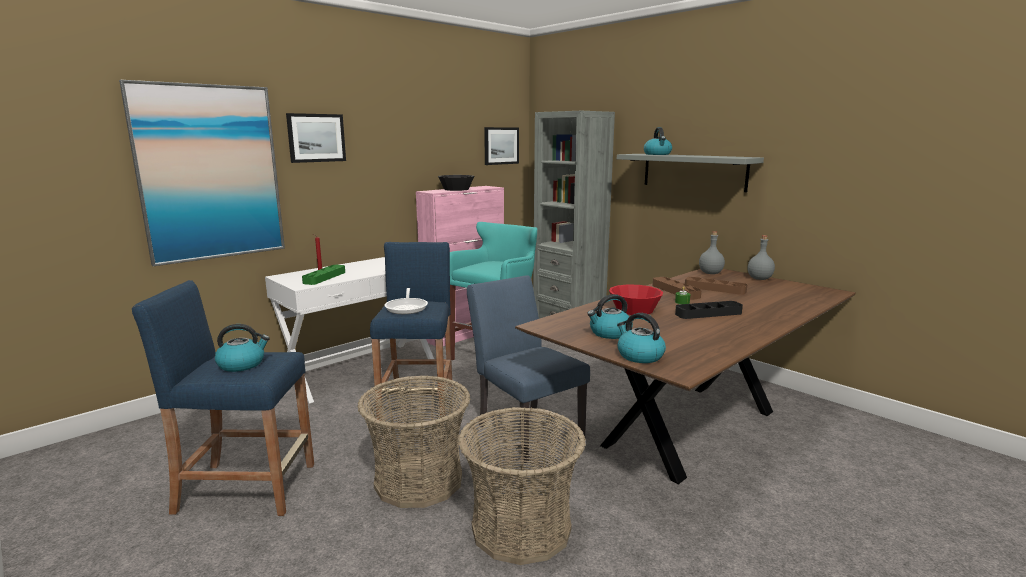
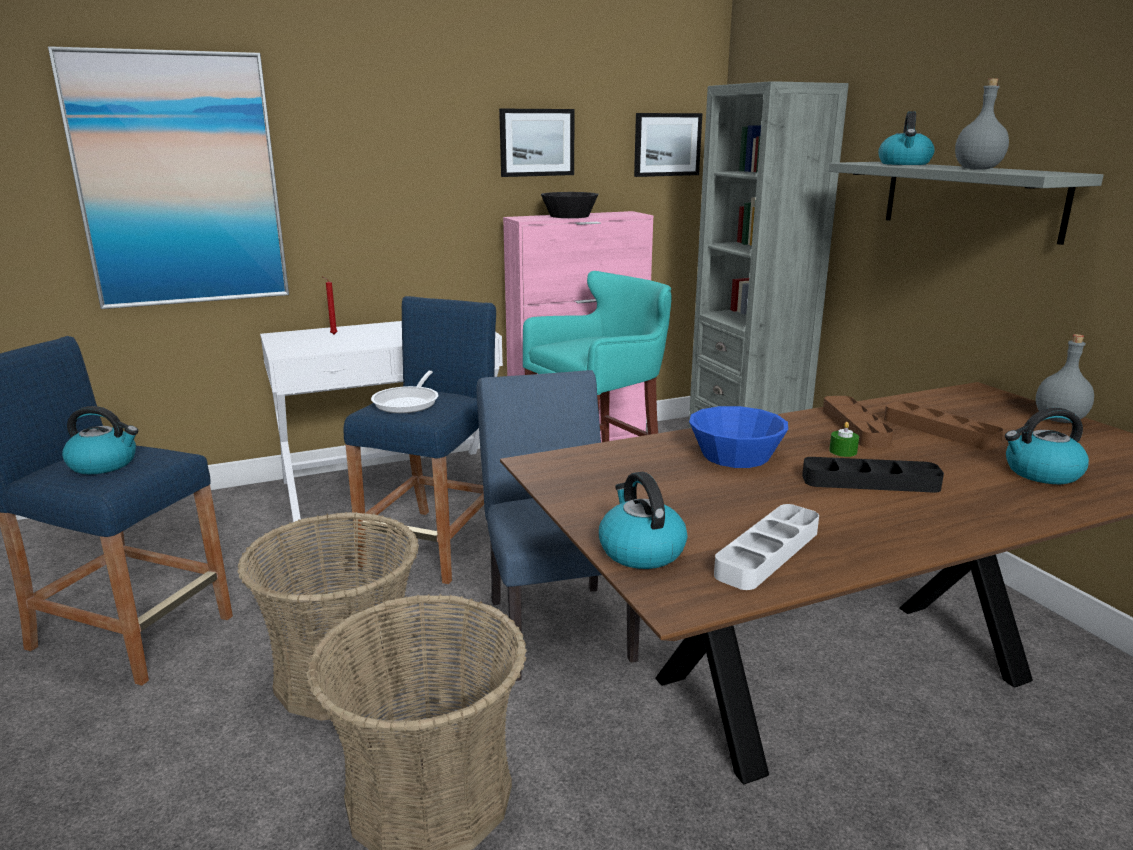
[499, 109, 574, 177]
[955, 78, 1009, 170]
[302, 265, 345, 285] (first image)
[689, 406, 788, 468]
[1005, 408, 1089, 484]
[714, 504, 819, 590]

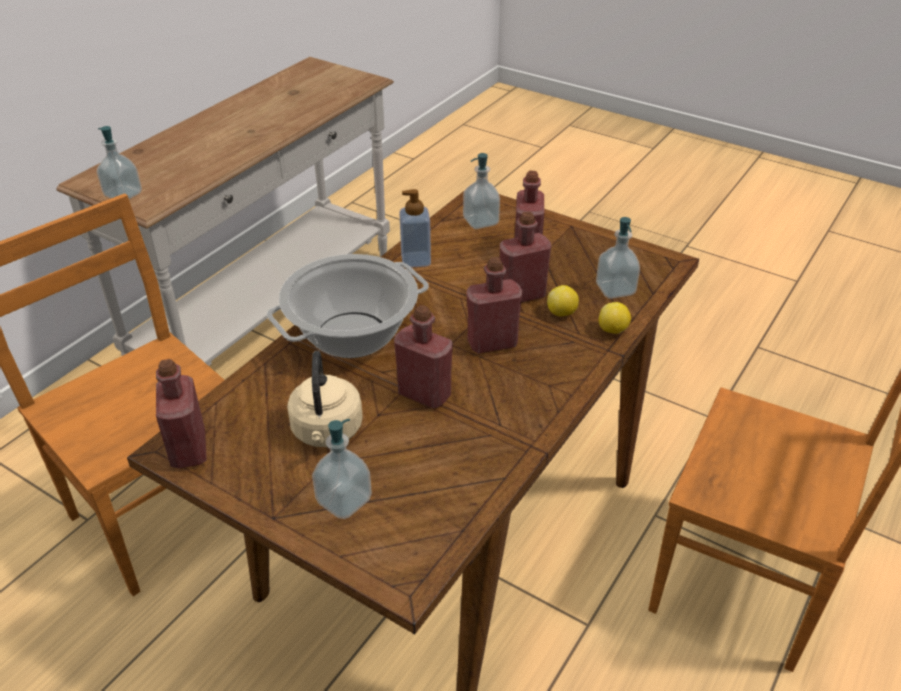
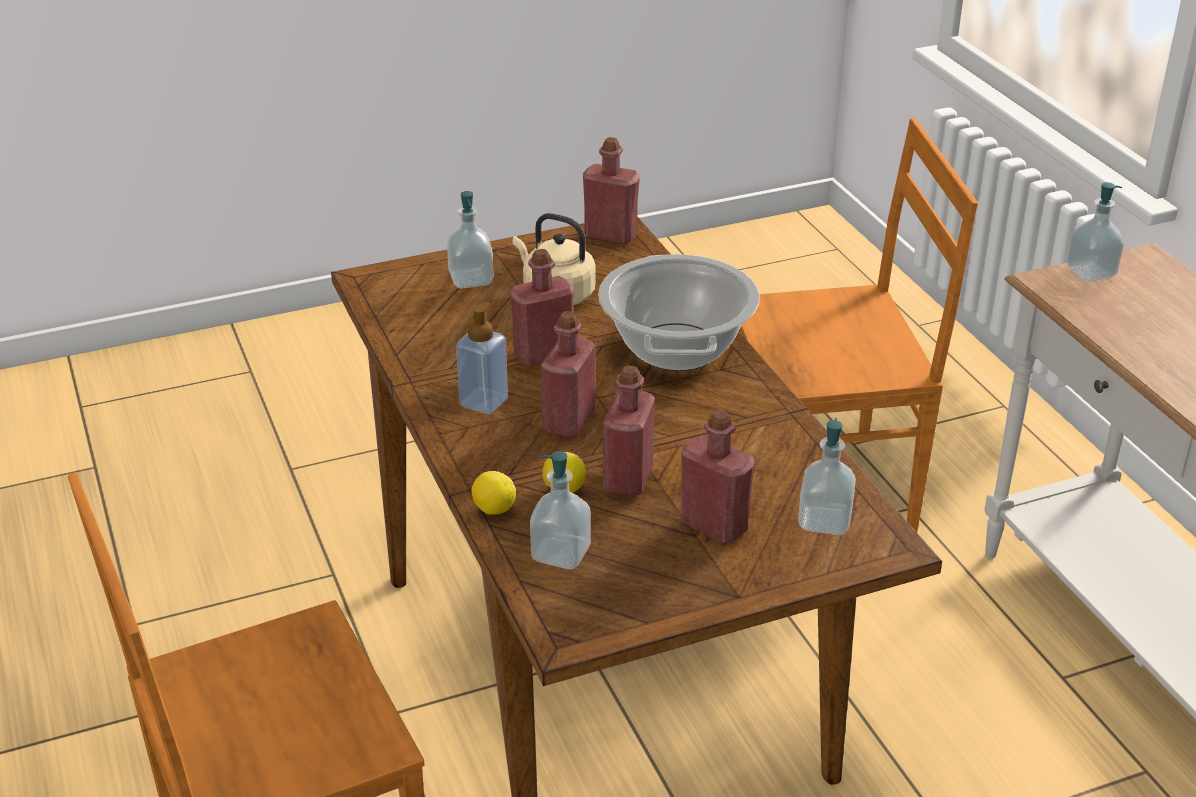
[456, 302, 508, 414]

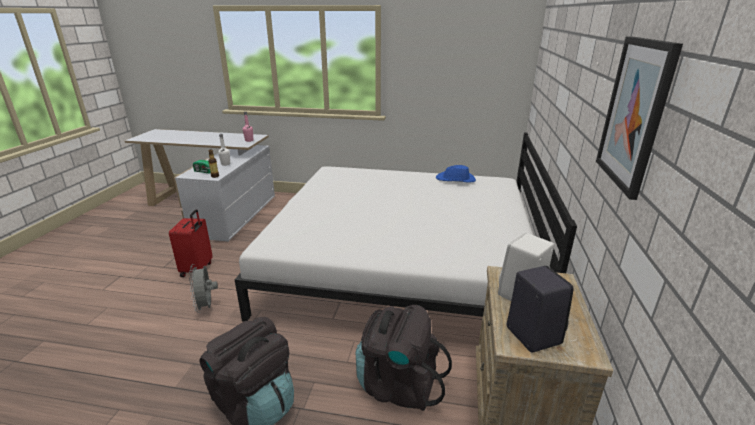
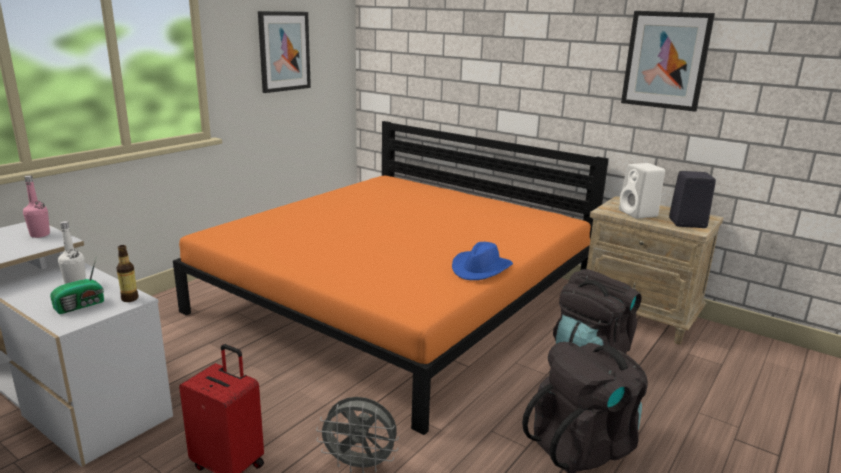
[173, 121, 609, 435]
[452, 242, 513, 280]
[258, 11, 311, 93]

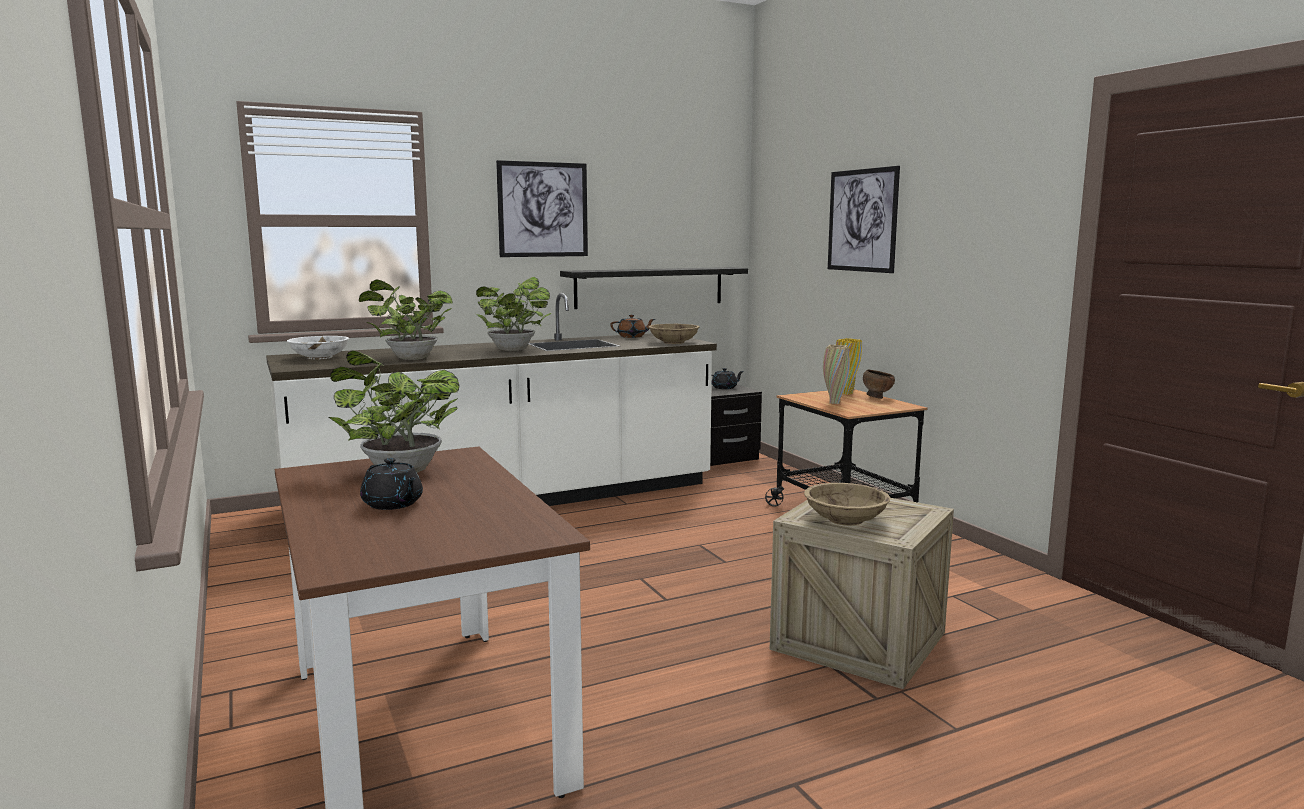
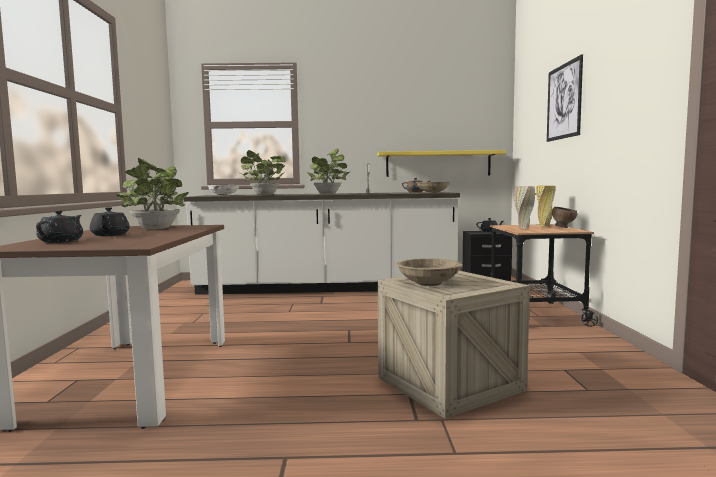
[496, 160, 588, 257] (first image)
[377, 150, 506, 177]
[36, 210, 83, 243]

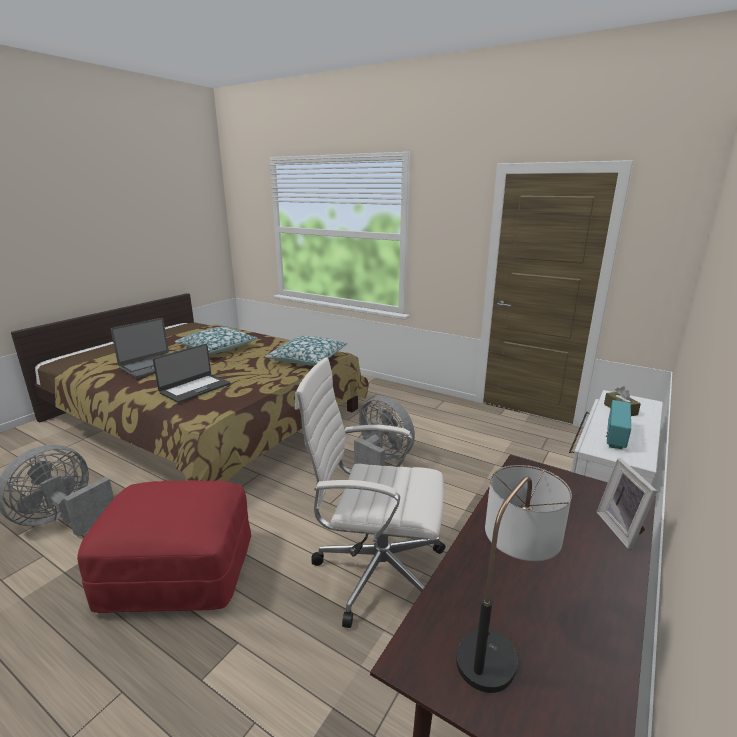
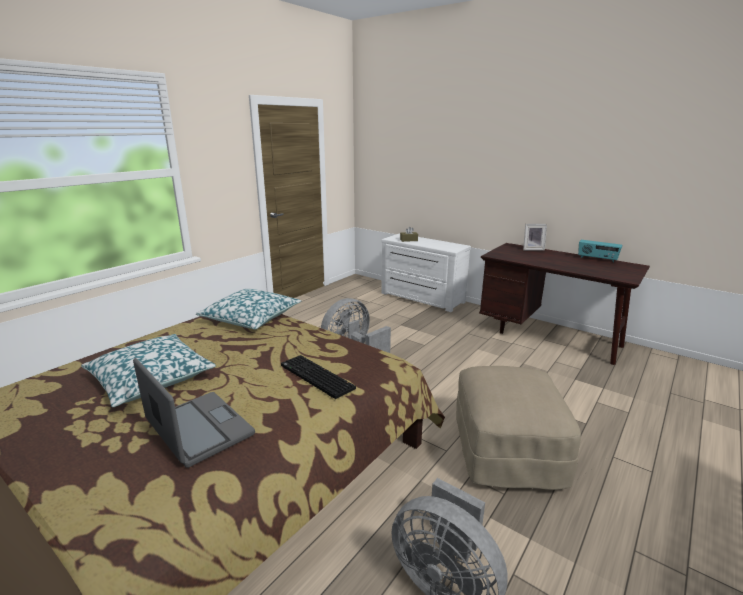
[281, 355, 356, 399]
[295, 357, 445, 628] (first image)
[578, 240, 623, 262]
[456, 465, 572, 693] (first image)
[456, 366, 581, 490]

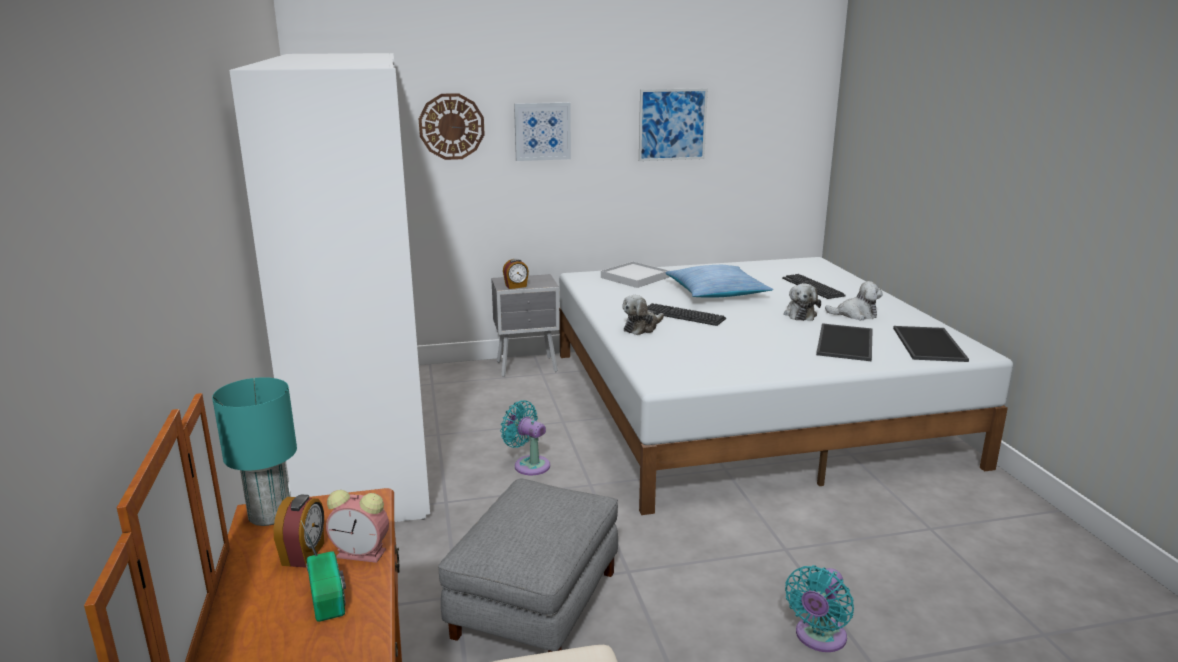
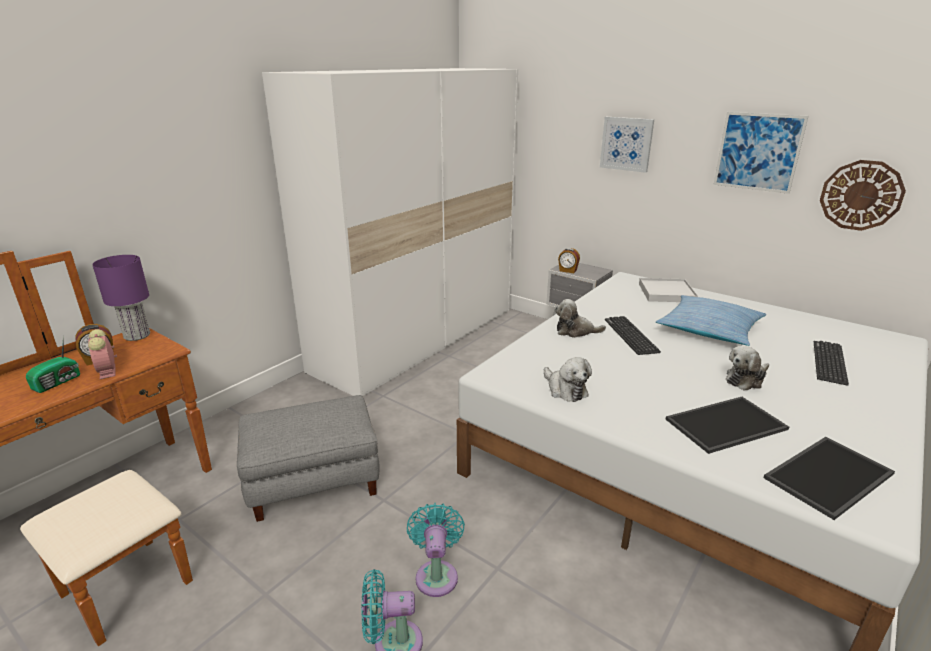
[820, 160, 906, 231]
[544, 357, 592, 402]
[92, 255, 150, 341]
[407, 503, 465, 597]

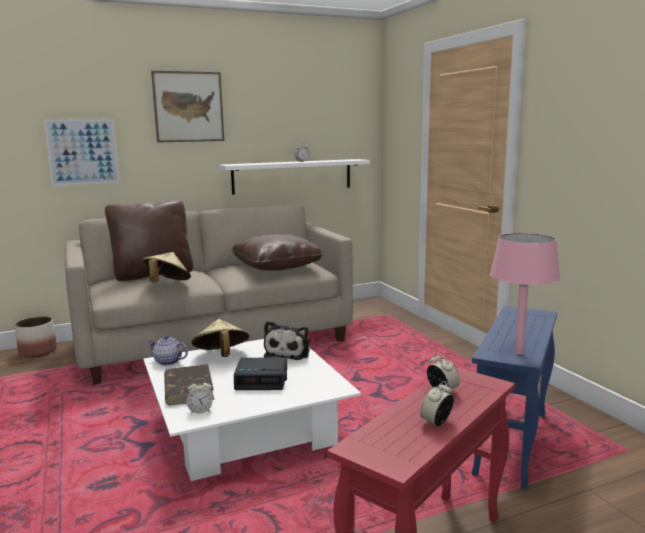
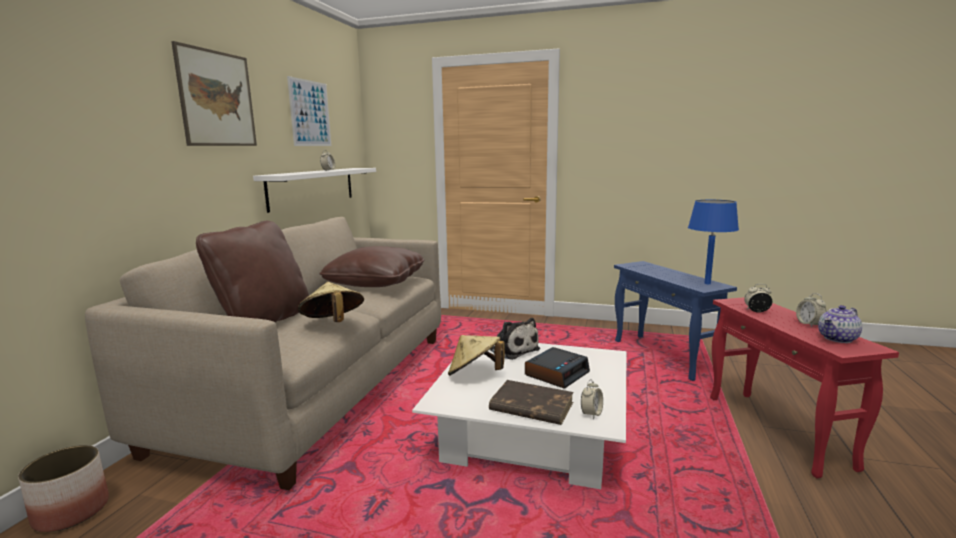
[287, 76, 331, 146]
[688, 200, 739, 284]
[818, 305, 862, 343]

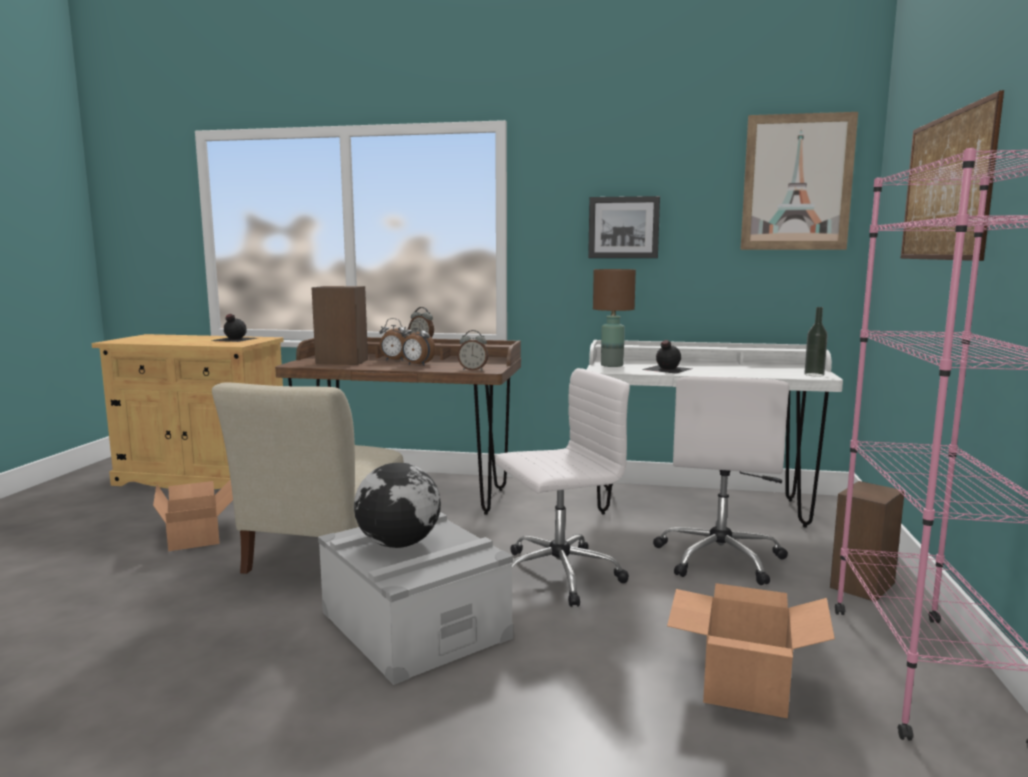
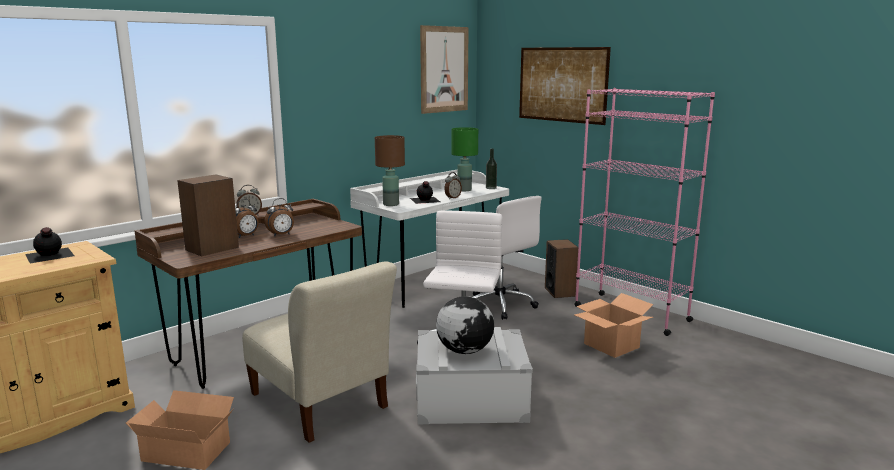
[588, 196, 660, 258] (first image)
[444, 172, 462, 199]
[452, 127, 478, 191]

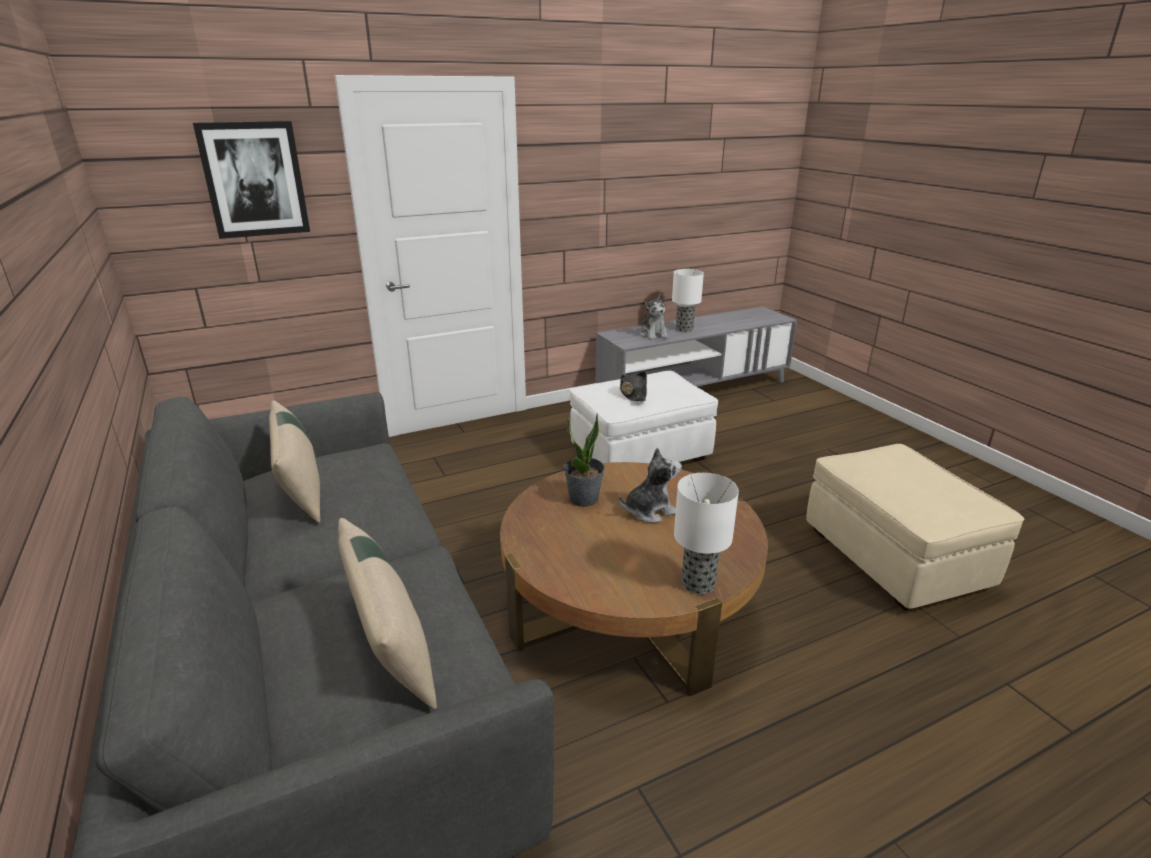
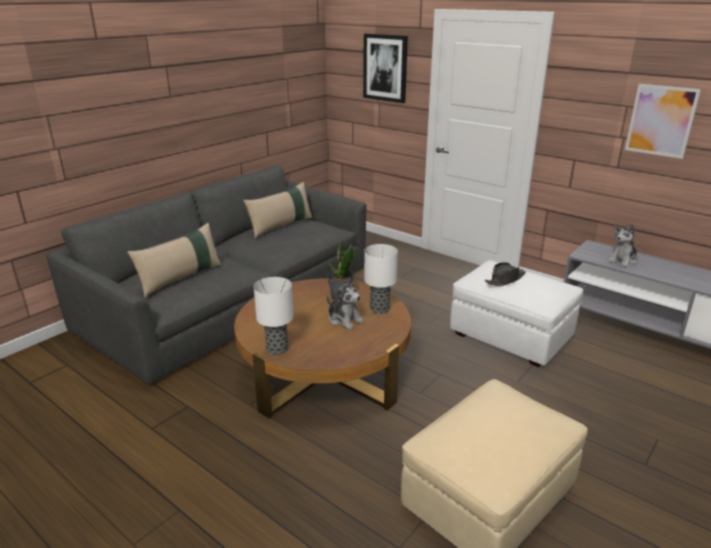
[364, 244, 398, 314]
[625, 84, 701, 159]

